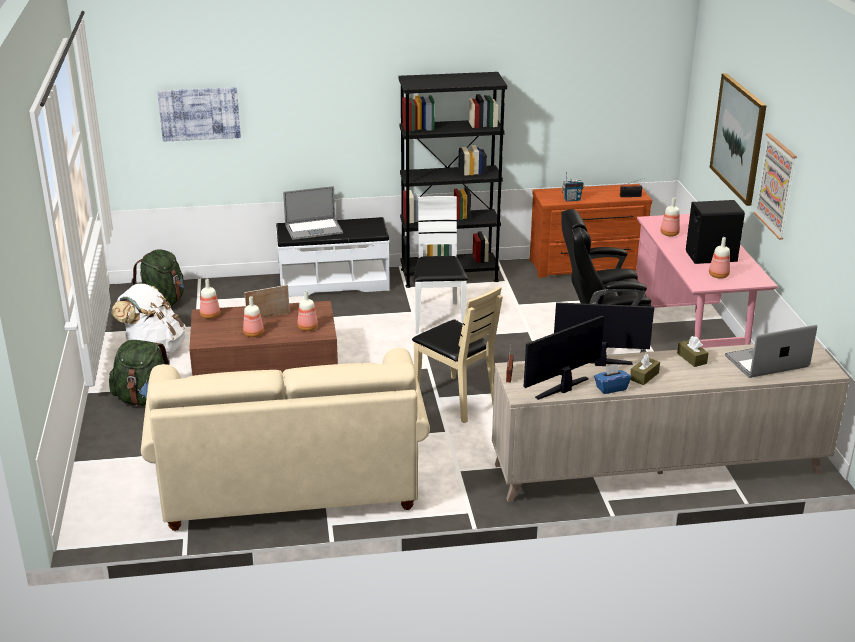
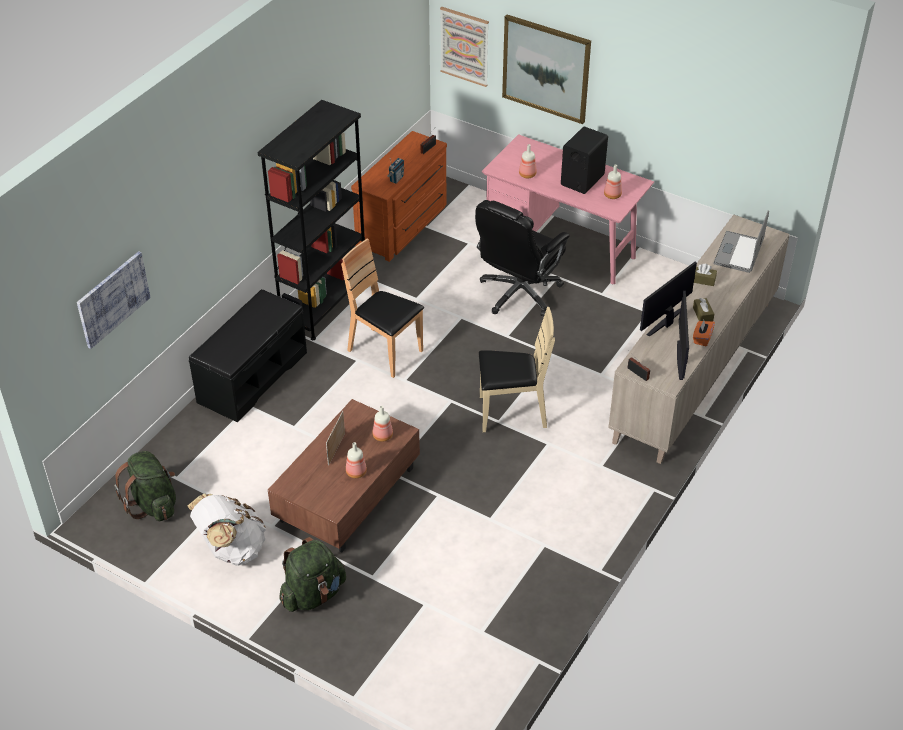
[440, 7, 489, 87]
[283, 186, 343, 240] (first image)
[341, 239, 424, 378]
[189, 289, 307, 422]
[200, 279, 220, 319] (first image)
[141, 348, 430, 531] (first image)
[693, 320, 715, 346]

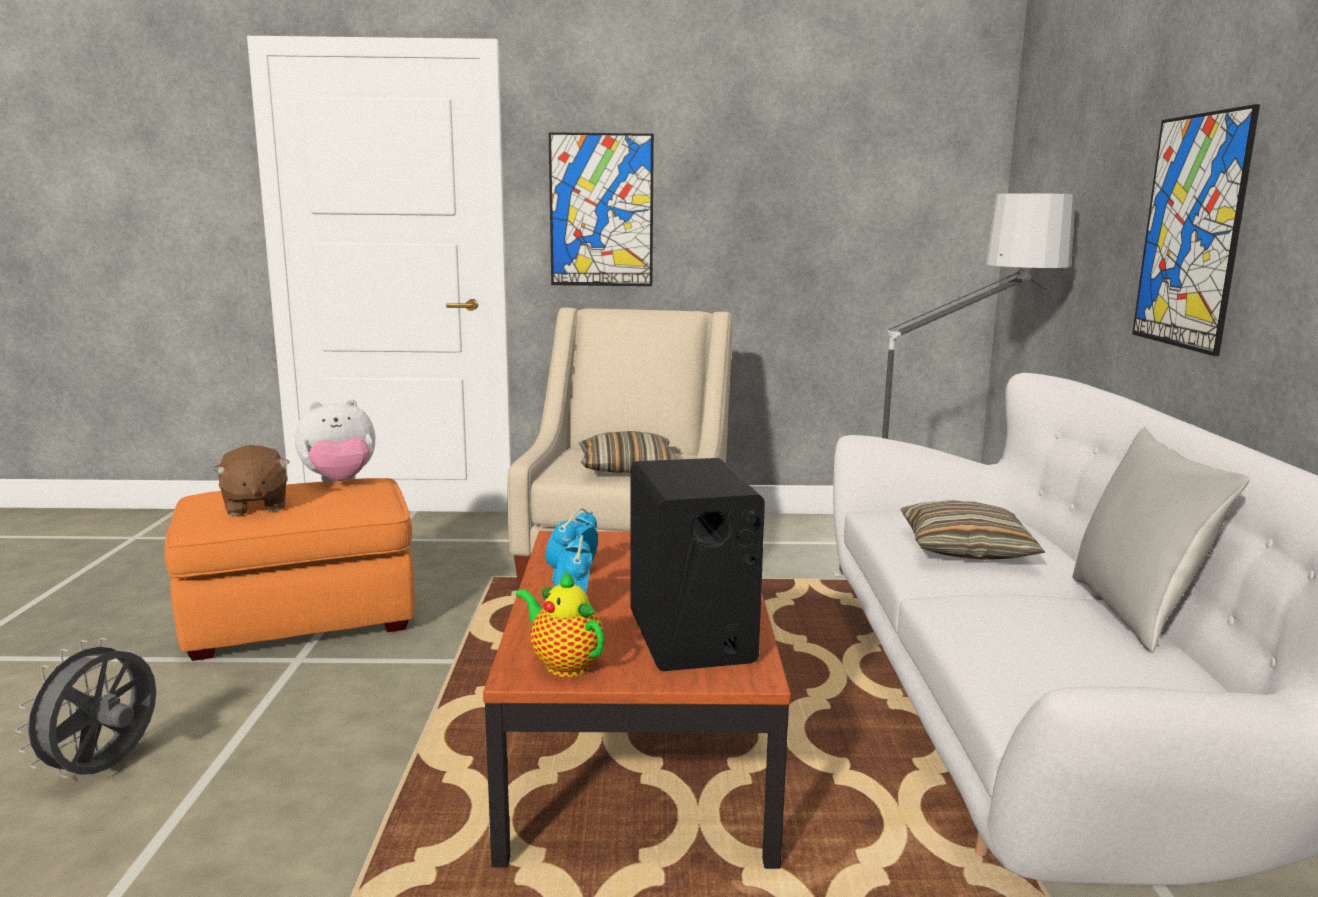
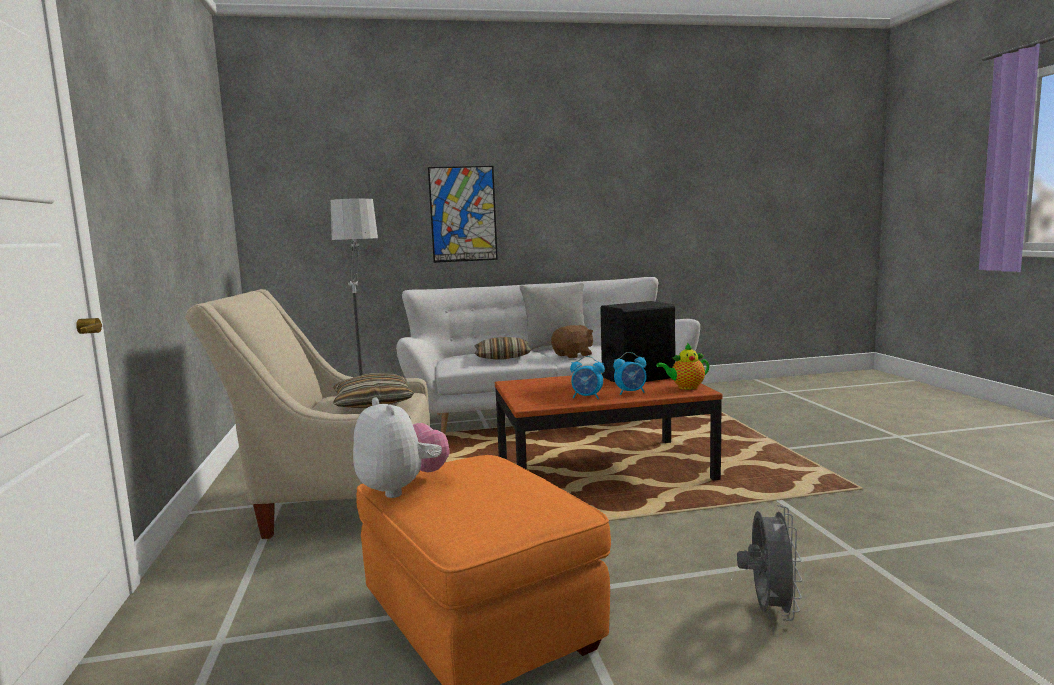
[549, 132, 654, 286] (first image)
[551, 325, 593, 358]
[656, 343, 709, 390]
[737, 505, 802, 621]

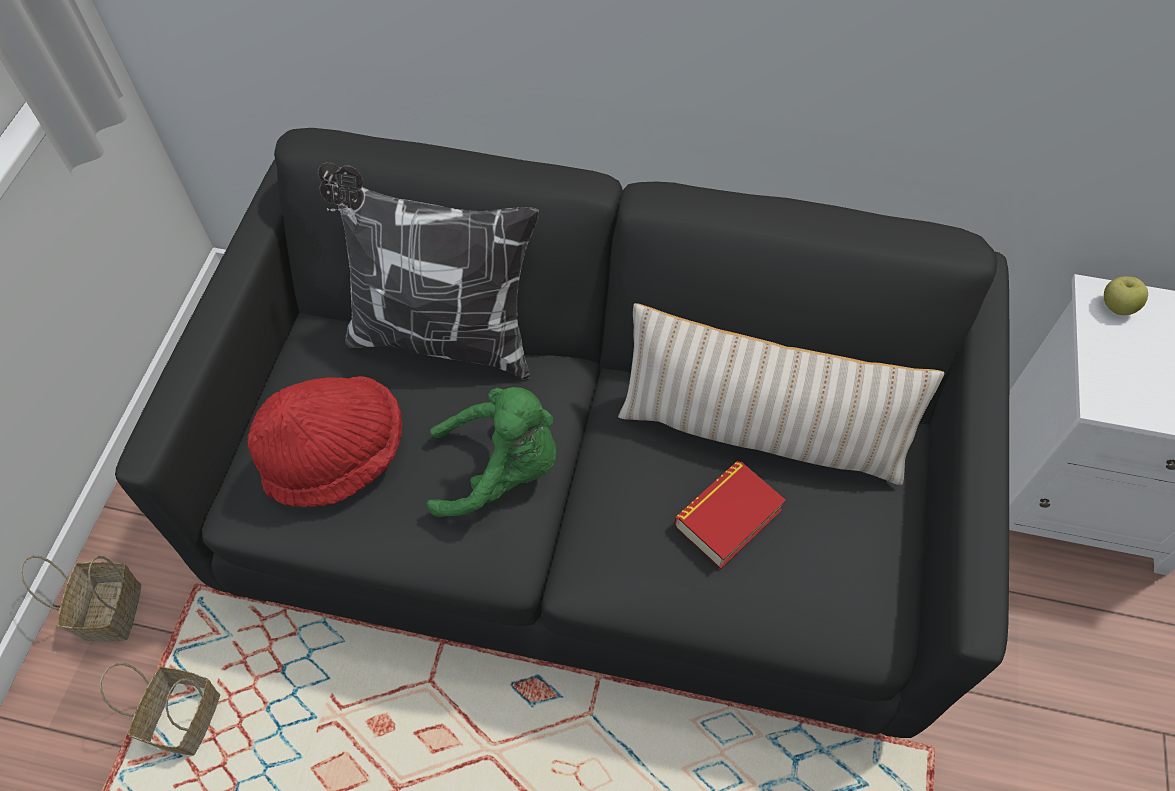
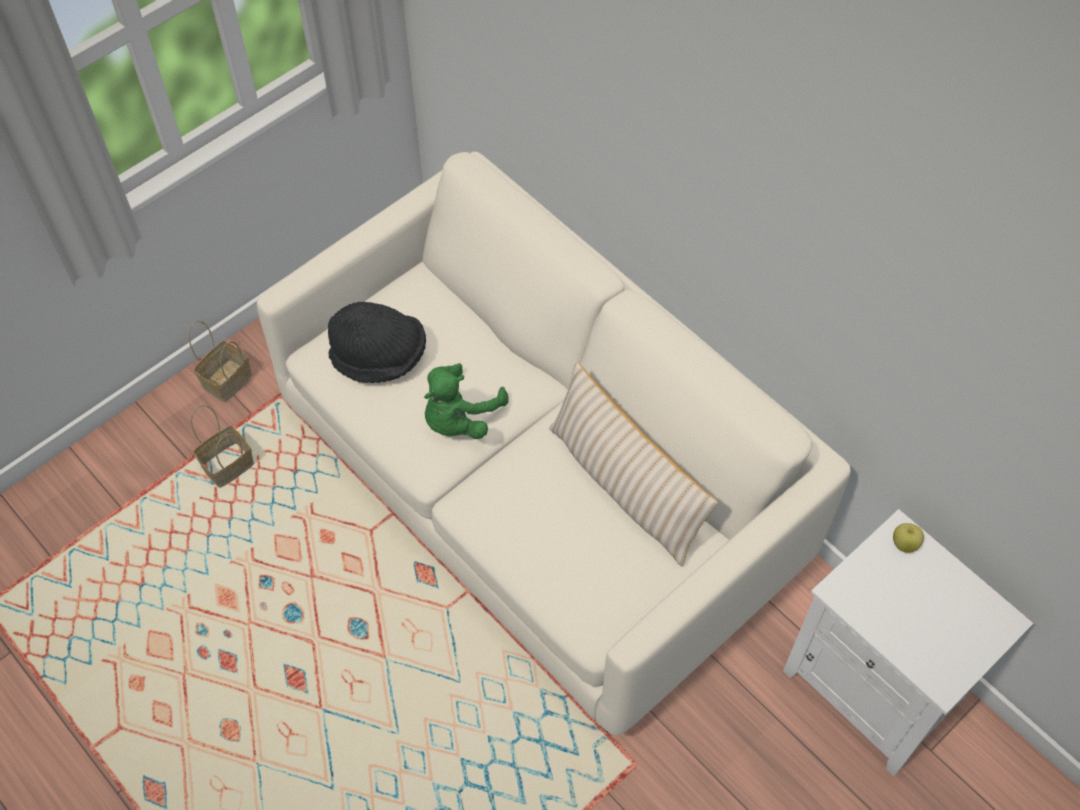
[257, 152, 851, 736]
[318, 162, 539, 380] (first image)
[328, 302, 426, 383]
[424, 363, 509, 439]
[674, 461, 786, 569] (first image)

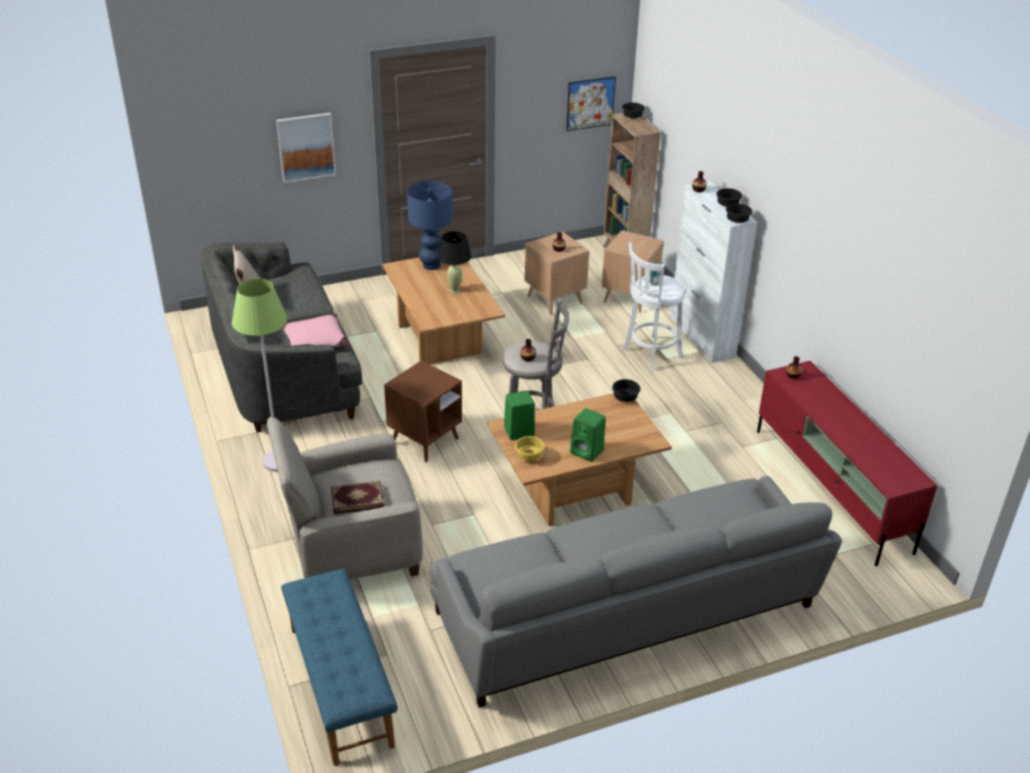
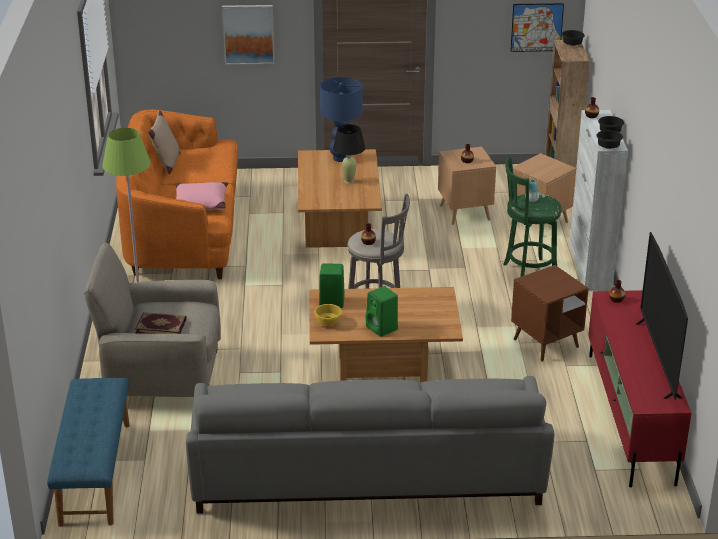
[116, 109, 238, 279]
[503, 156, 562, 277]
[511, 265, 589, 362]
[612, 379, 640, 402] (first image)
[636, 232, 688, 399]

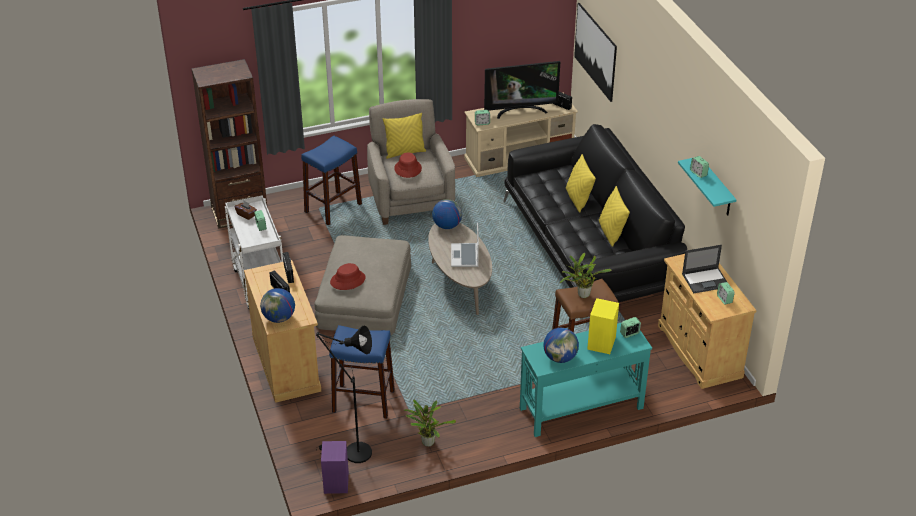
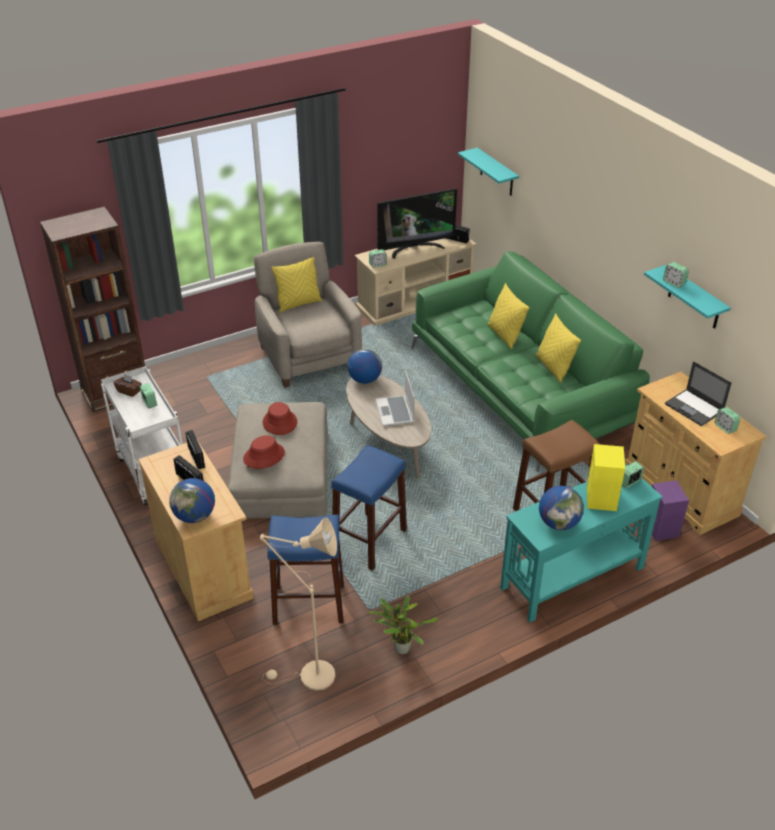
[458, 148, 519, 196]
[411, 251, 650, 472]
[331, 445, 407, 571]
[263, 402, 297, 435]
[665, 361, 731, 426]
[560, 253, 612, 298] (first image)
[260, 517, 337, 691]
[645, 480, 689, 541]

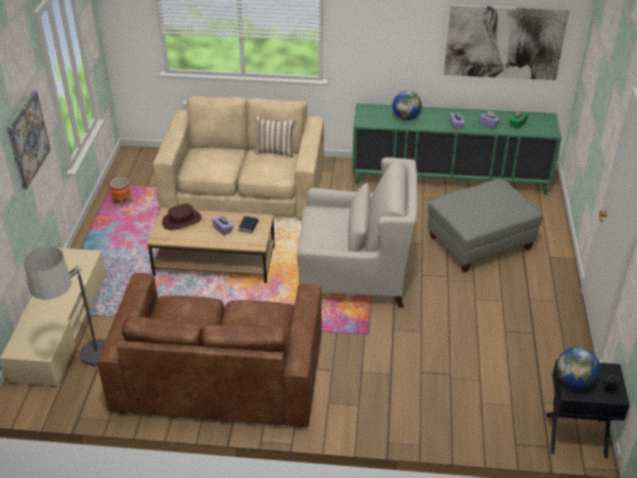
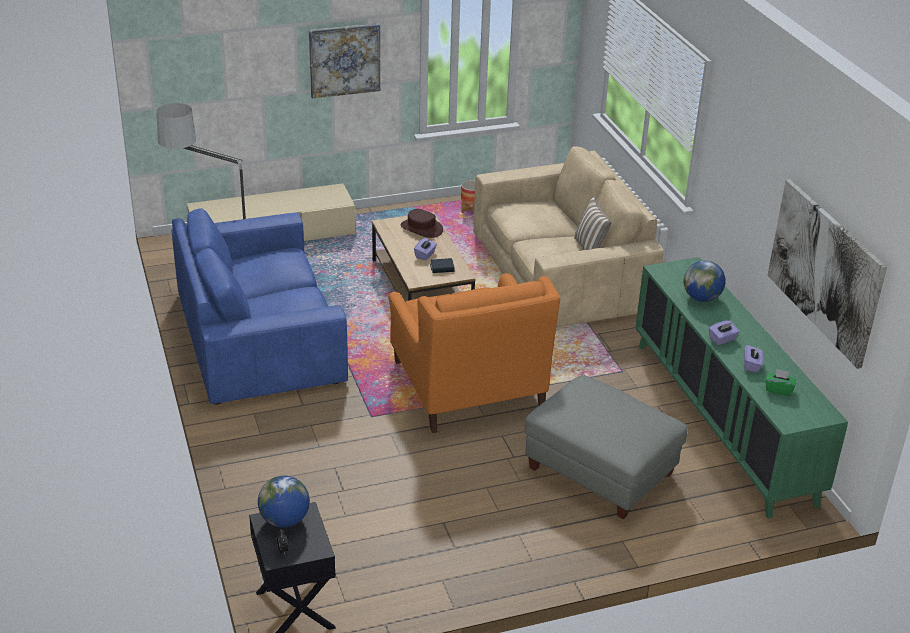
[388, 273, 560, 433]
[171, 209, 348, 405]

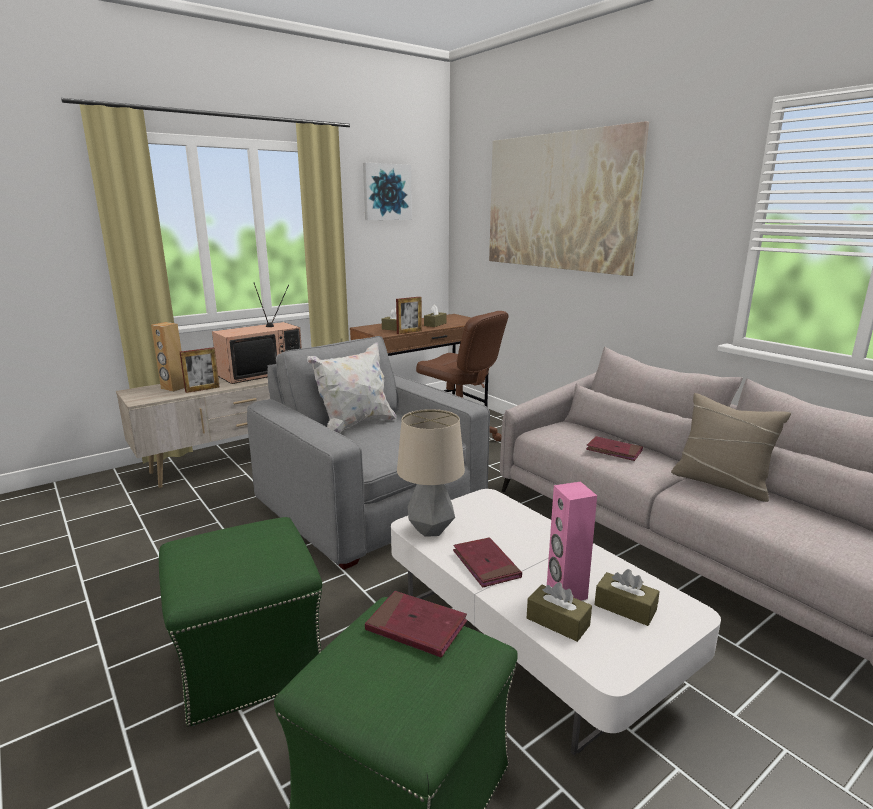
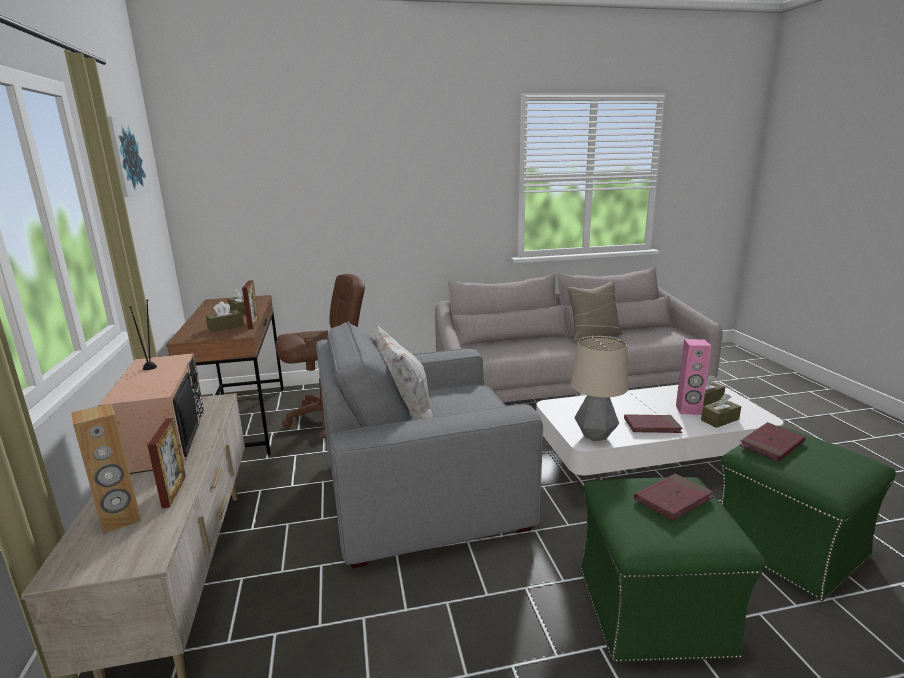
[489, 121, 649, 276] (first image)
[634, 474, 714, 520]

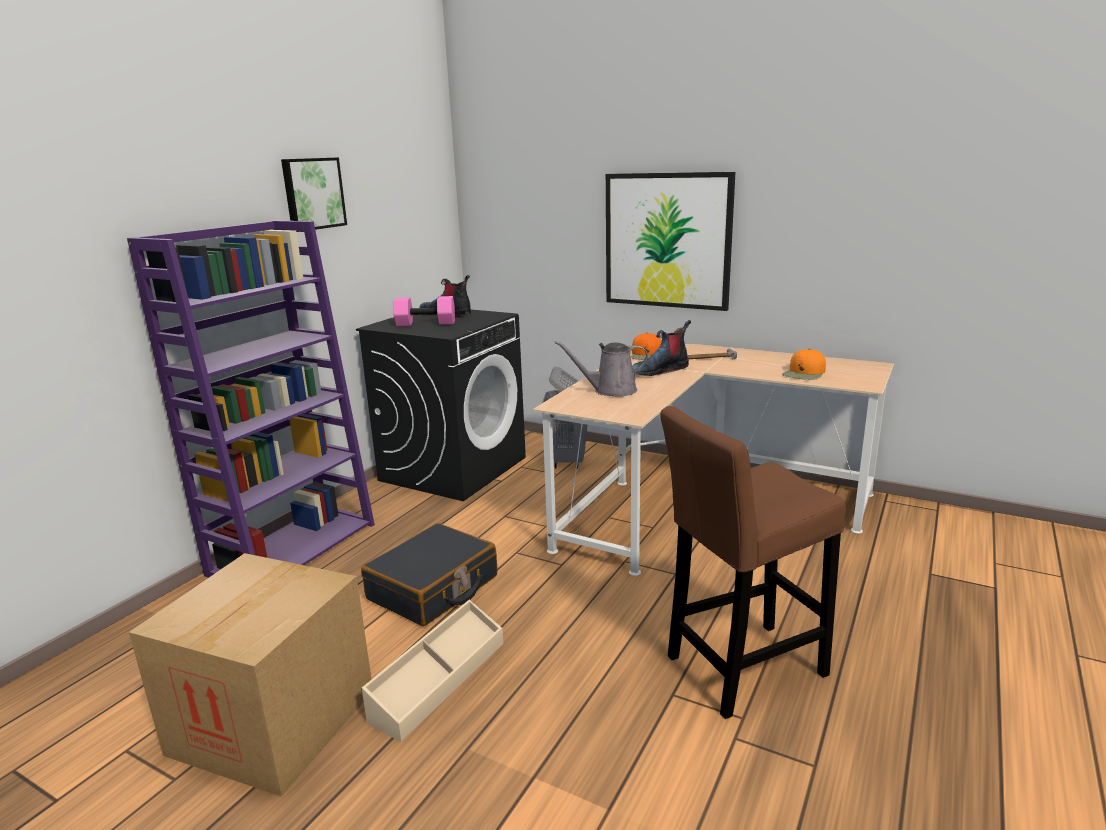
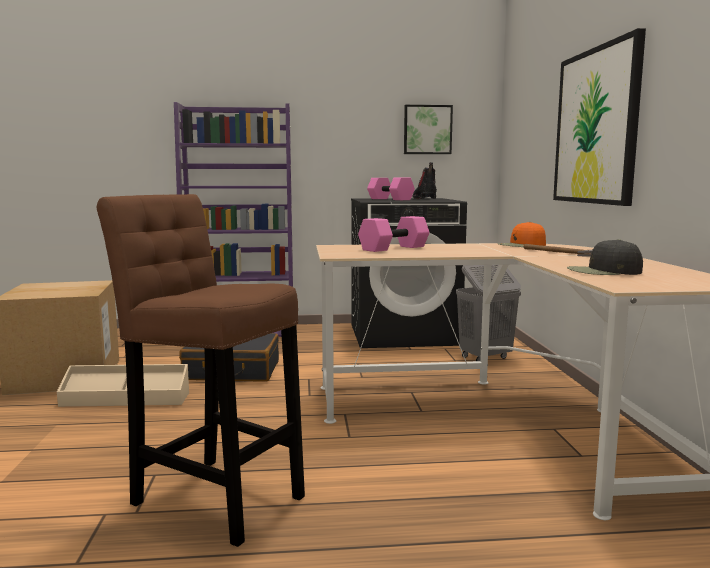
[404, 105, 453, 154]
[632, 320, 691, 376] (first image)
[358, 216, 429, 252]
[567, 239, 643, 275]

